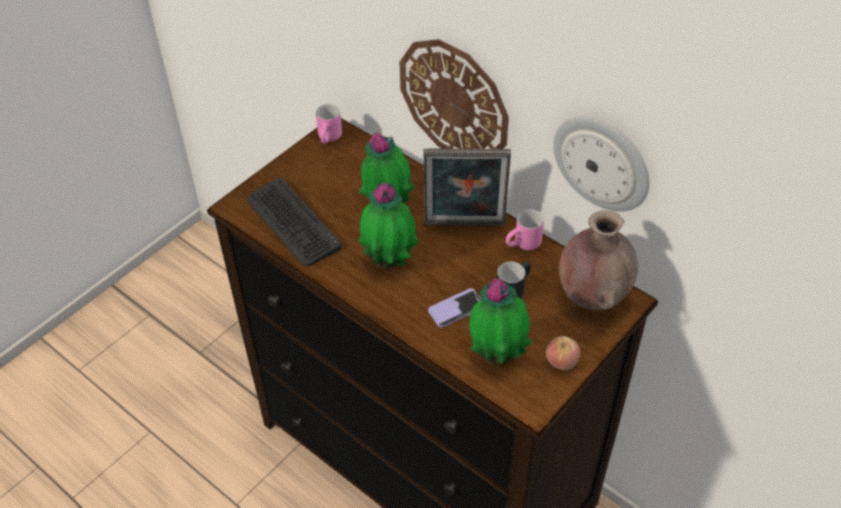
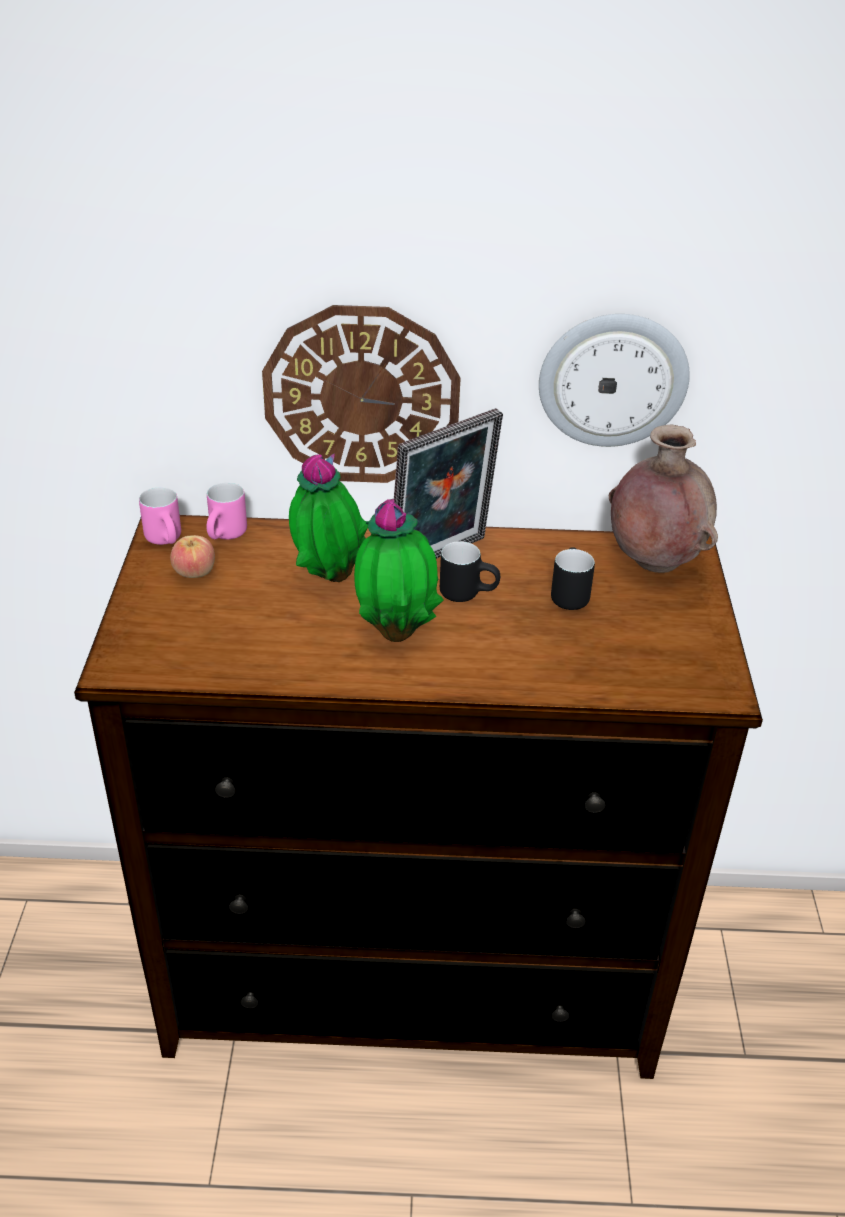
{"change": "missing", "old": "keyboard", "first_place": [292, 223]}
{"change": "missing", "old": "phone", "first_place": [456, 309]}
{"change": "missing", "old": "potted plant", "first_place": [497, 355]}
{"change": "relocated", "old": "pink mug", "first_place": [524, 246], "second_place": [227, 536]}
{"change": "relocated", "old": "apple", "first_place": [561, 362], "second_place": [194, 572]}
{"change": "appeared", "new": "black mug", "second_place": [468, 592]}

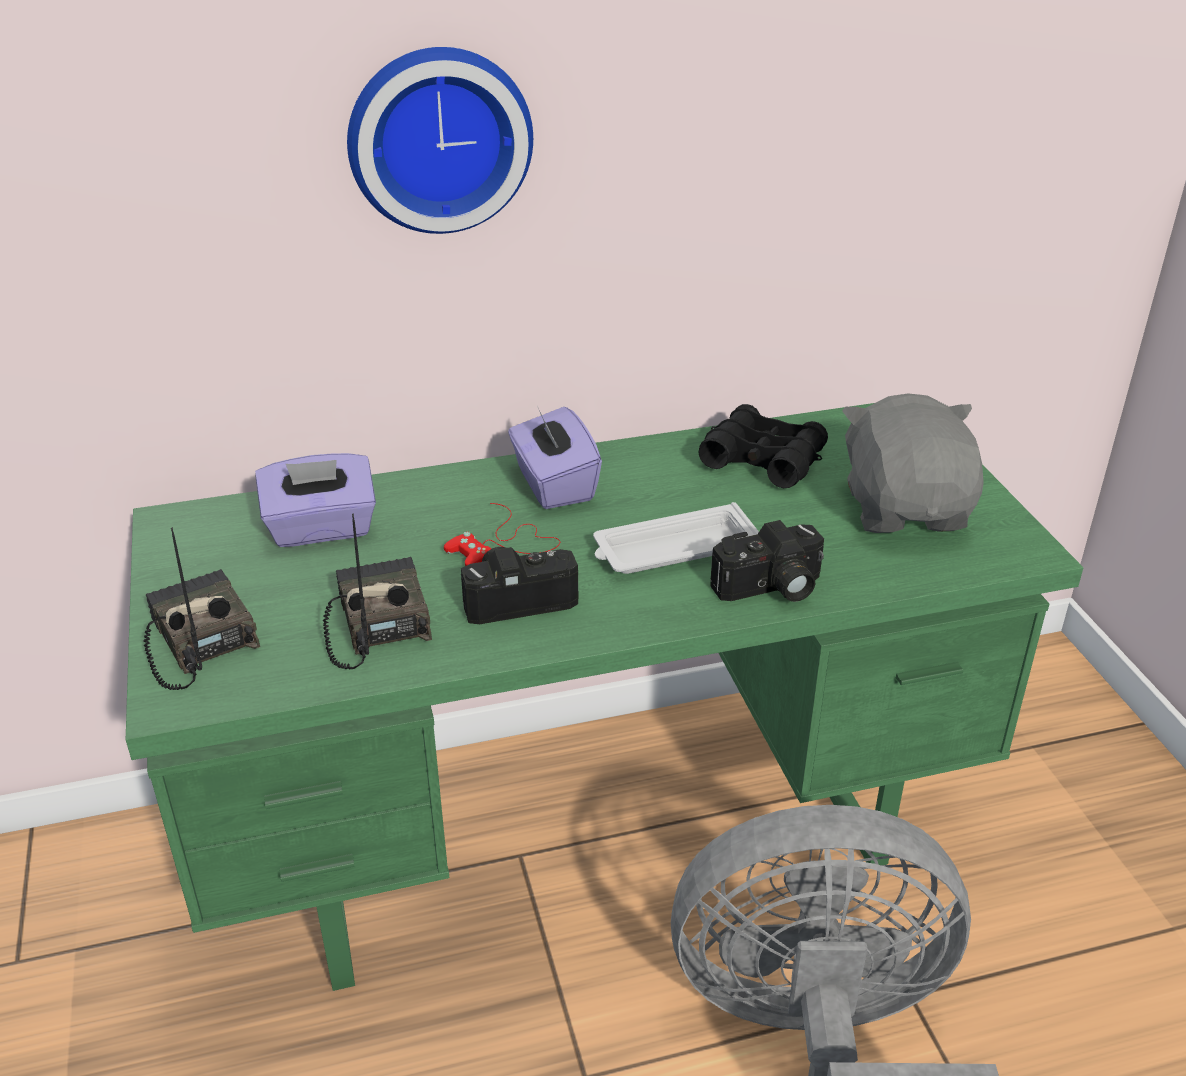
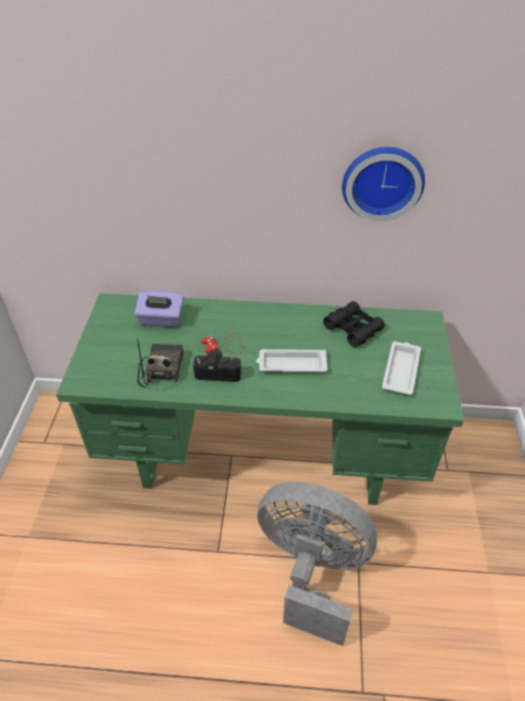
{"change": "missing", "old": "radio", "first_place": [197, 641]}
{"change": "relocated", "old": "wall clock", "first_place": [438, 138], "second_place": [382, 181]}
{"change": "missing", "old": "purple tissue box", "first_place": [553, 484]}
{"change": "missing", "old": "photo camera", "first_place": [770, 589]}
{"change": "exchanged", "old": "grey plush toy", "new": "white tray", "first_place": [906, 509], "second_place": [401, 370]}

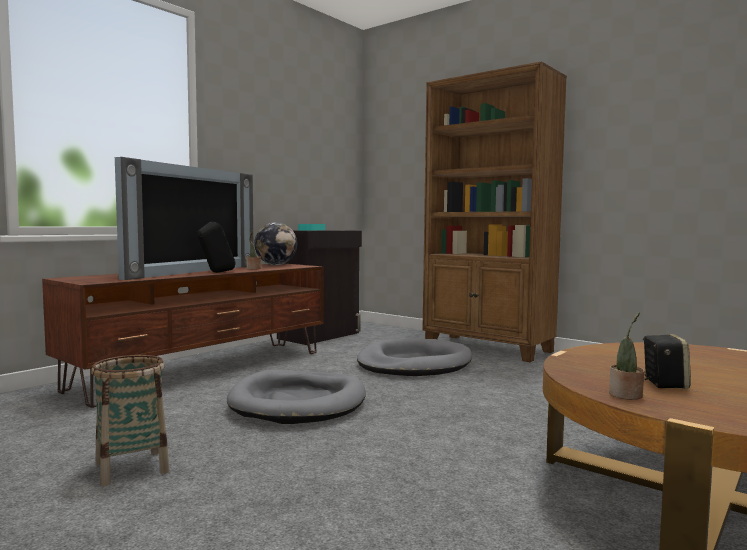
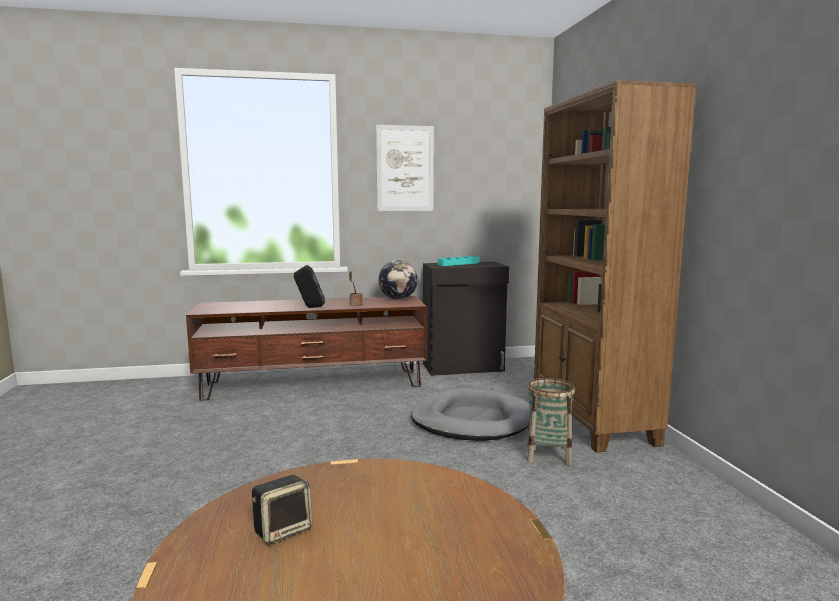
{"change": "relocated", "old": "basket", "first_place": [132, 467], "second_place": [548, 455]}
{"change": "missing", "old": "television", "first_place": [190, 271]}
{"change": "missing", "old": "grey dog bed", "first_place": [299, 402]}
{"change": "missing", "old": "potted plant", "first_place": [626, 395]}
{"change": "appeared", "new": "picture", "second_place": [405, 168]}

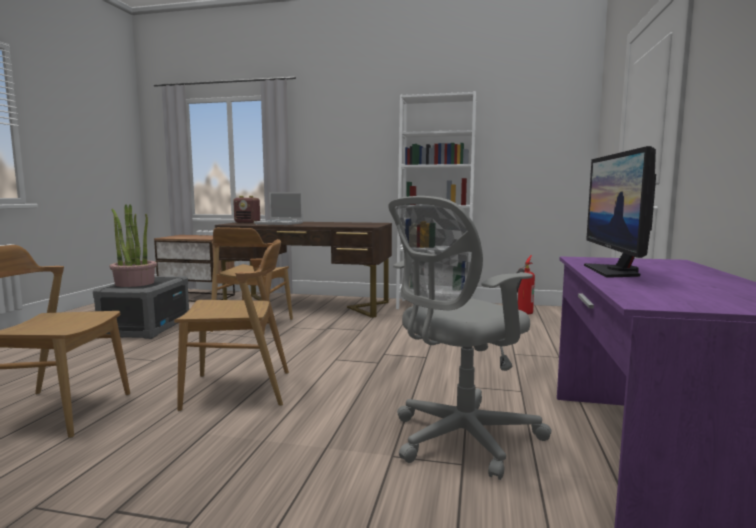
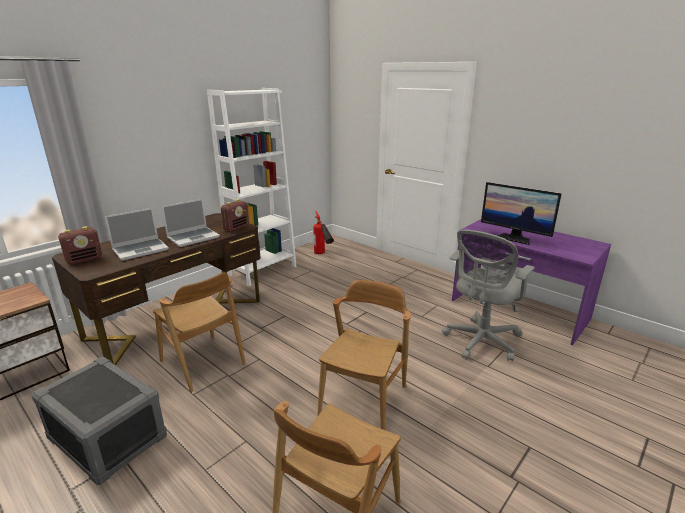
{"change": "missing", "old": "potted plant", "first_place": [134, 283]}
{"change": "spun", "old": "grey office chair", "first_place": [459, 439], "second_place": [480, 342], "degrees": 45}
{"change": "appeared", "new": "laptop", "second_place": [193, 237]}
{"change": "appeared", "new": "radio", "second_place": [236, 228]}

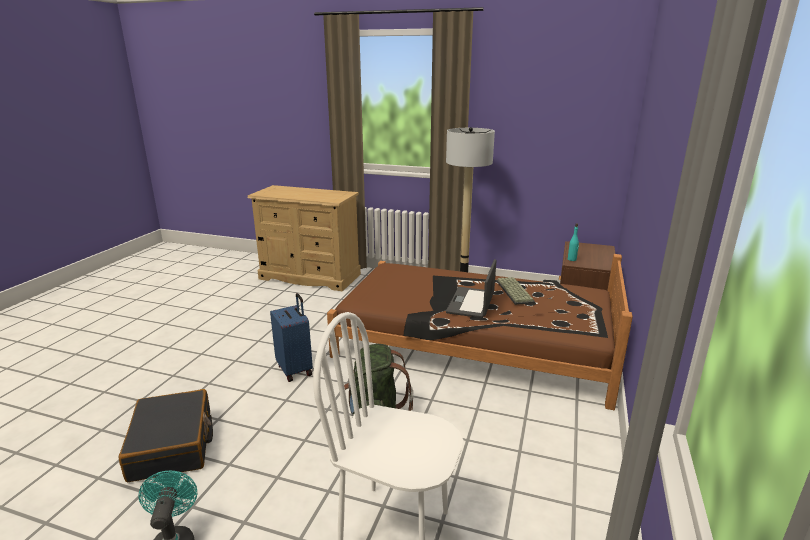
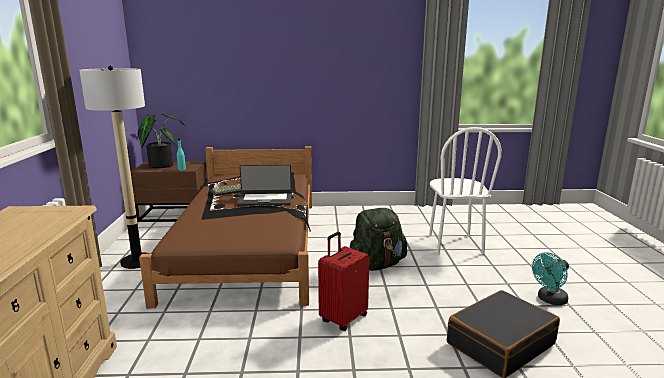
{"change": "colour", "old": "blue suitcase", "new": "red suitcase", "first_place": [295, 369], "second_place": [343, 318]}
{"change": "appeared", "new": "potted plant", "second_place": [161, 165]}

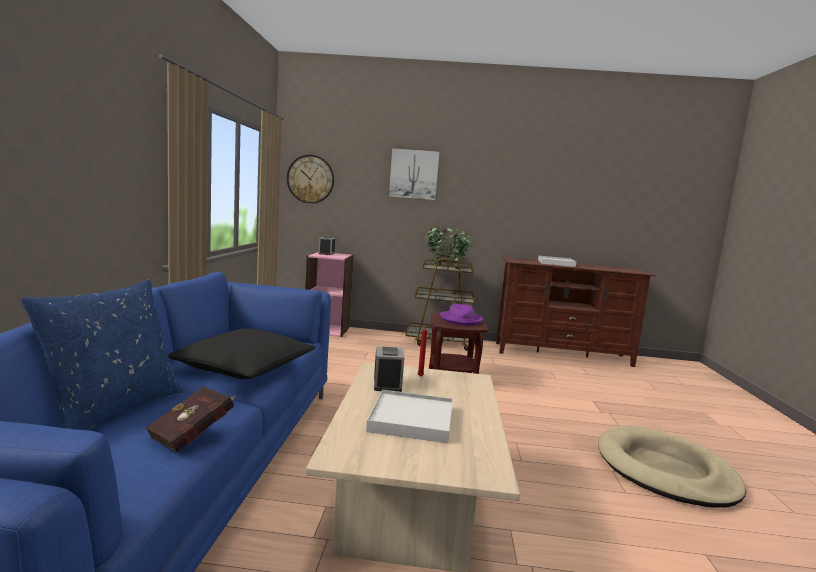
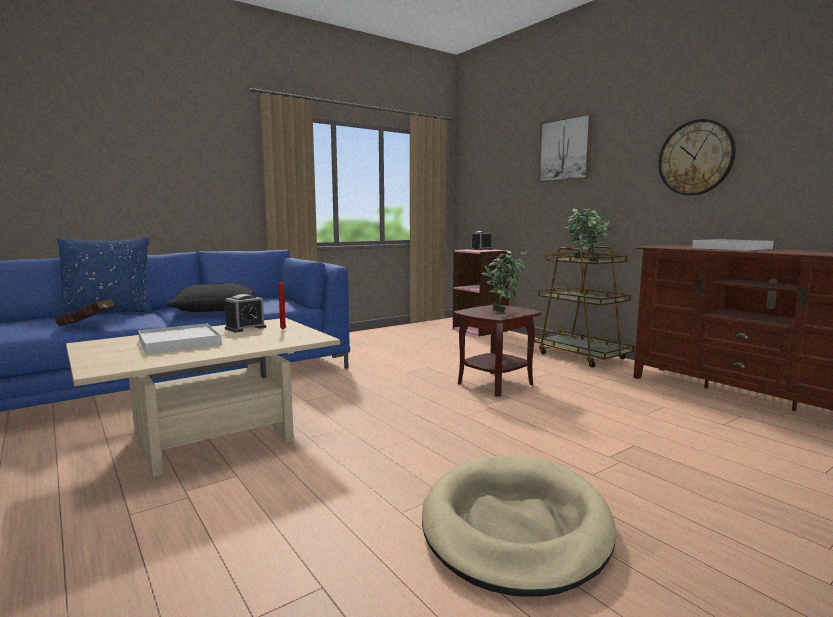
{"change": "relocated", "old": "wall clock", "first_place": [310, 179], "second_place": [695, 158]}
{"change": "exchanged", "old": "purple hat", "new": "potted plant", "first_place": [461, 320], "second_place": [503, 311]}

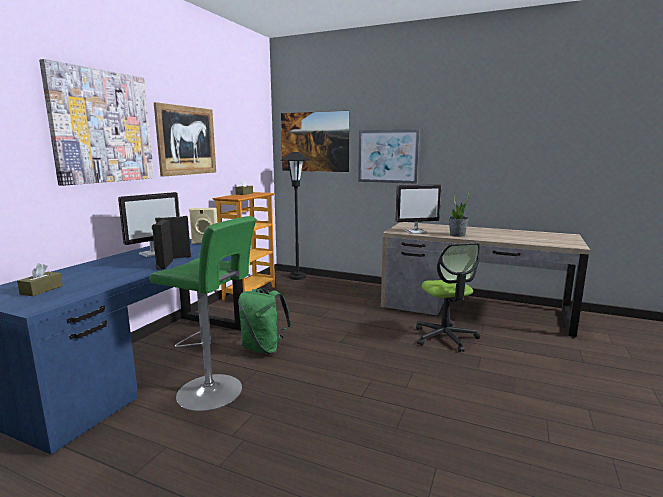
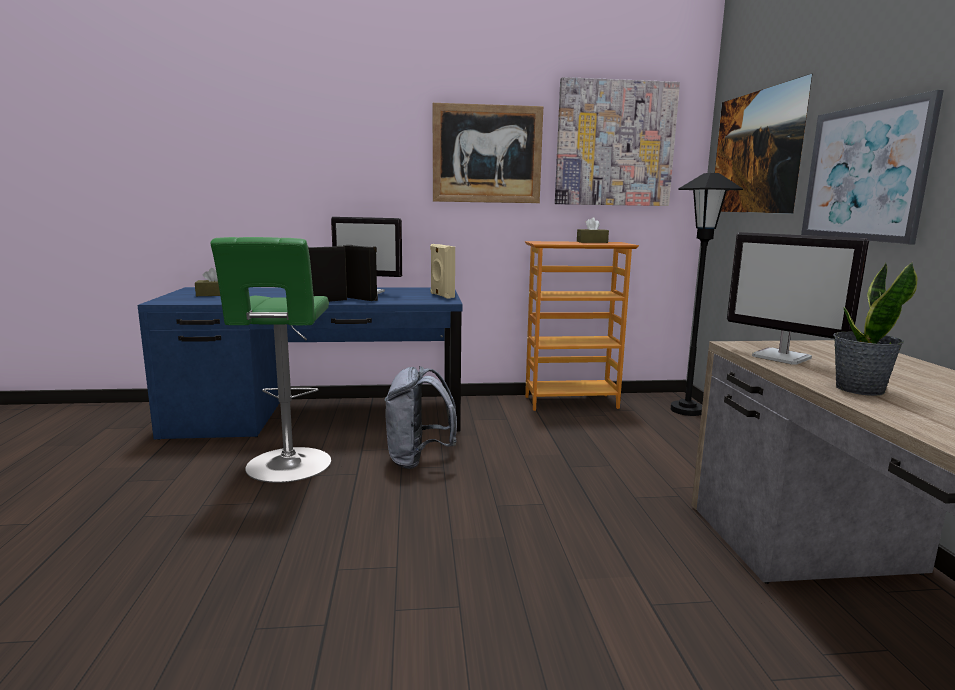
{"change": "relocated", "old": "picture", "first_place": [102, 127], "second_place": [614, 144]}
{"change": "colour", "old": "green backpack", "new": "grey backpack", "first_place": [264, 348], "second_place": [418, 460]}
{"change": "missing", "old": "office chair", "first_place": [445, 337]}

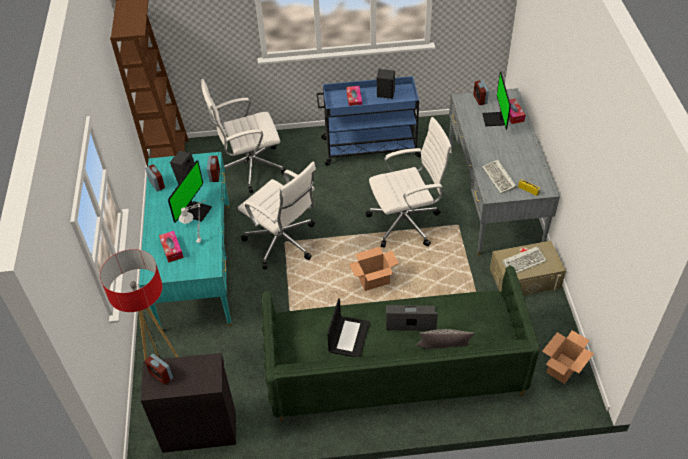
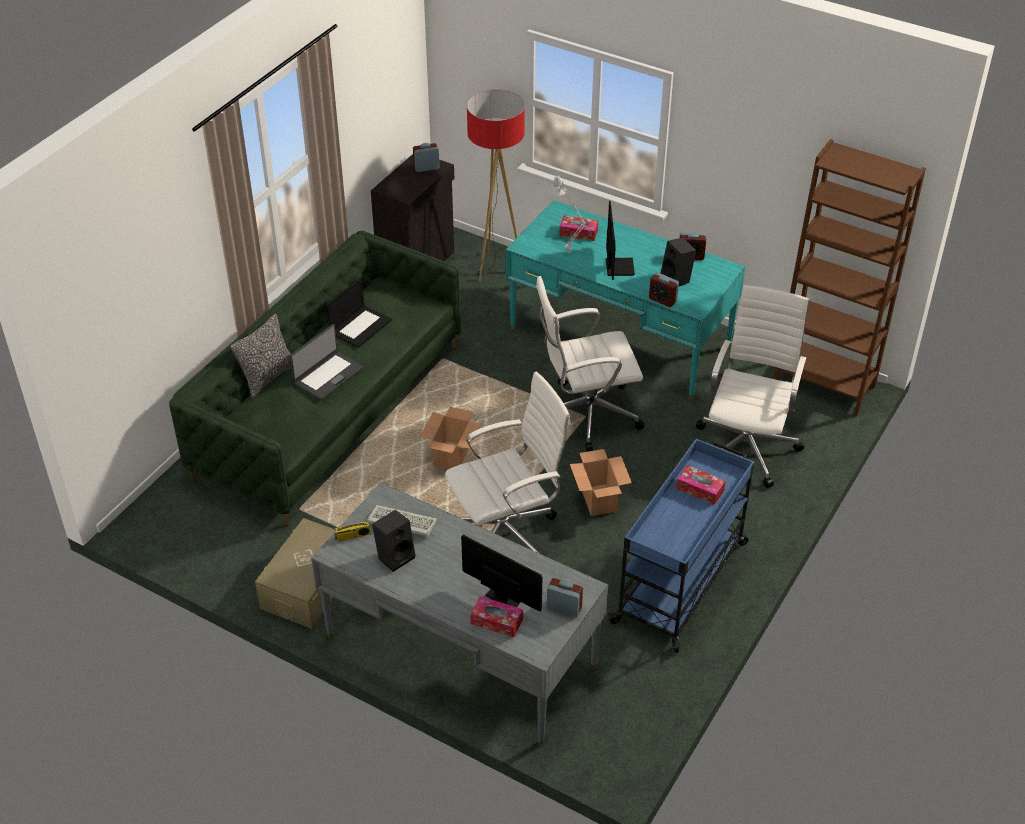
{"change": "spun", "old": "monitor", "first_place": [196, 211], "second_place": [618, 267], "degrees": -150}
{"change": "spun", "old": "laptop", "first_place": [349, 336], "second_place": [360, 326], "degrees": -105}
{"change": "spun", "old": "white office chair", "first_place": [406, 222], "second_place": [506, 535], "degrees": -135}
{"change": "relocated", "old": "black speaker", "first_place": [385, 95], "second_place": [395, 556]}
{"change": "missing", "old": "keyboard", "first_place": [524, 261]}
{"change": "relocated", "old": "cardboard box", "first_place": [562, 369], "second_place": [598, 500]}

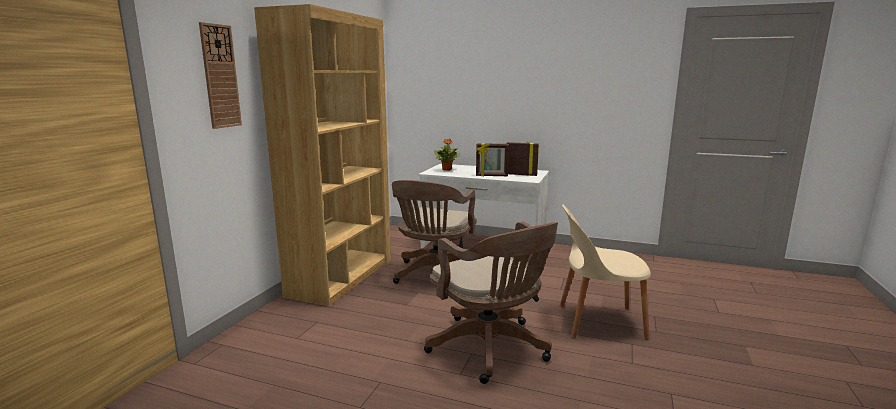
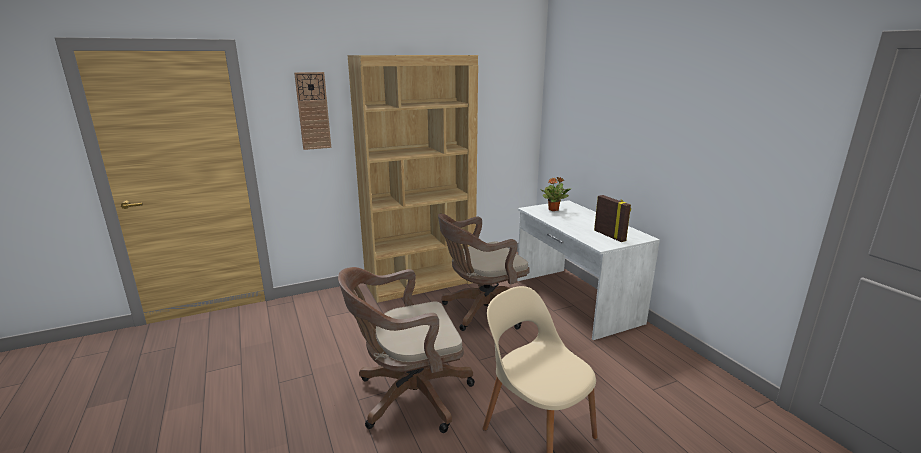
{"change": "spun", "old": "brown office chair", "first_place": [491, 349], "second_place": [408, 396], "degrees": 60}
{"change": "missing", "old": "picture frame", "first_place": [491, 176]}

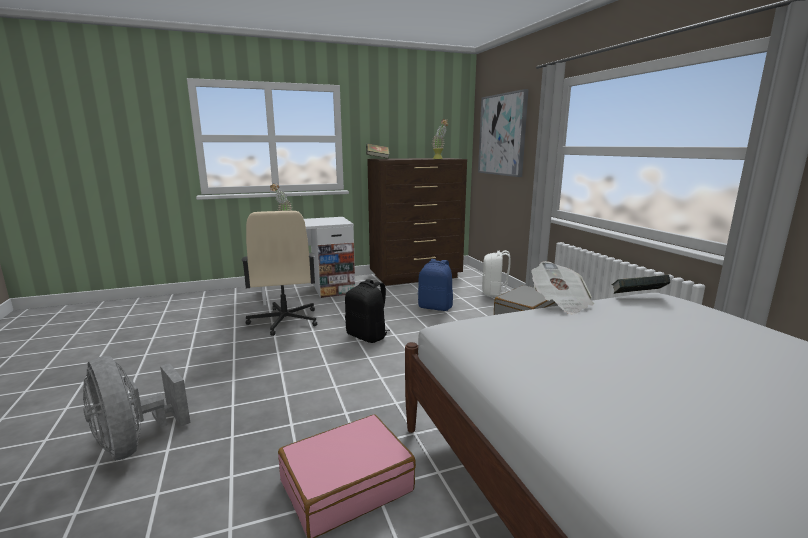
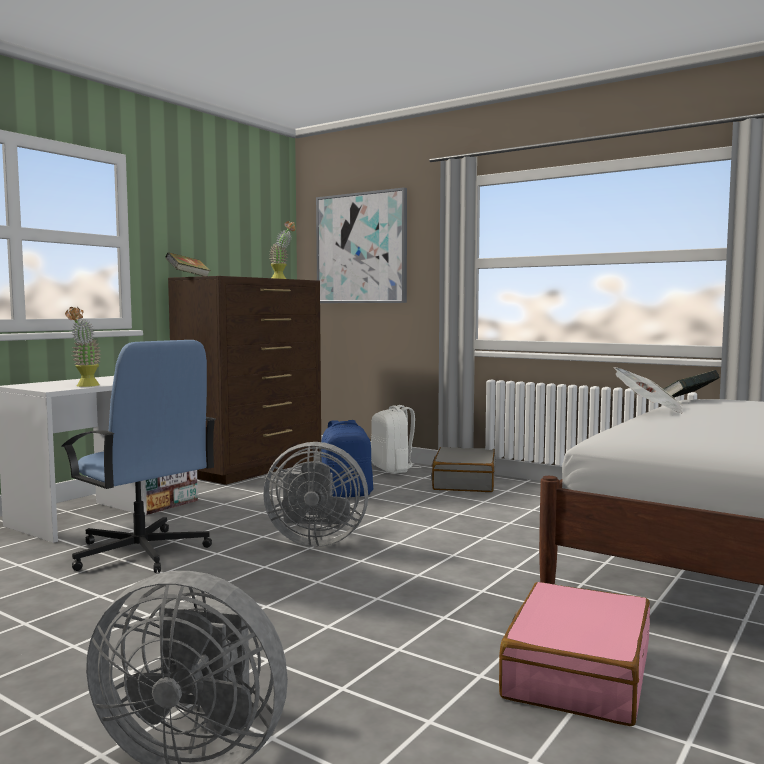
{"change": "colour", "old": "beige office chair", "new": "blue office chair", "first_place": [284, 321], "second_place": [140, 553]}
{"change": "exchanged", "old": "black backpack", "new": "grey fan", "first_place": [367, 336], "second_place": [315, 541]}

